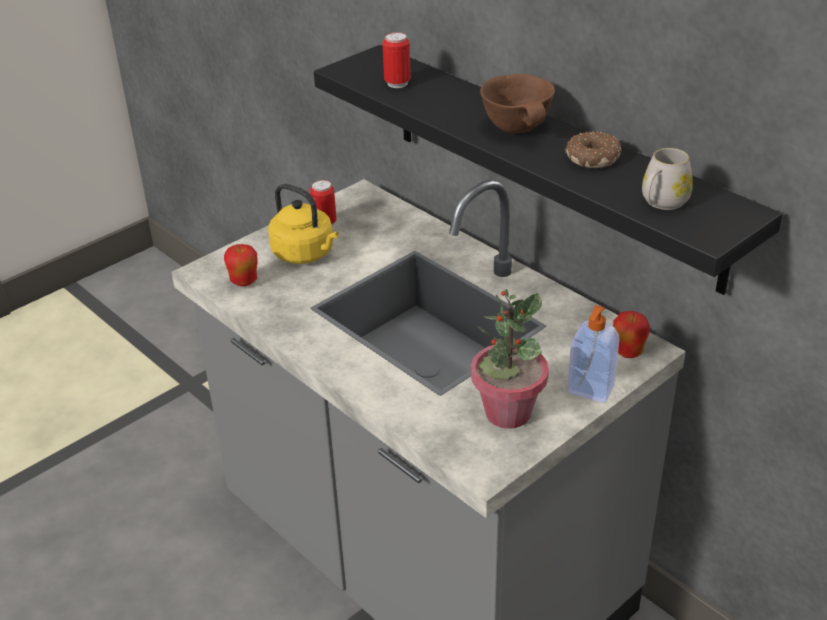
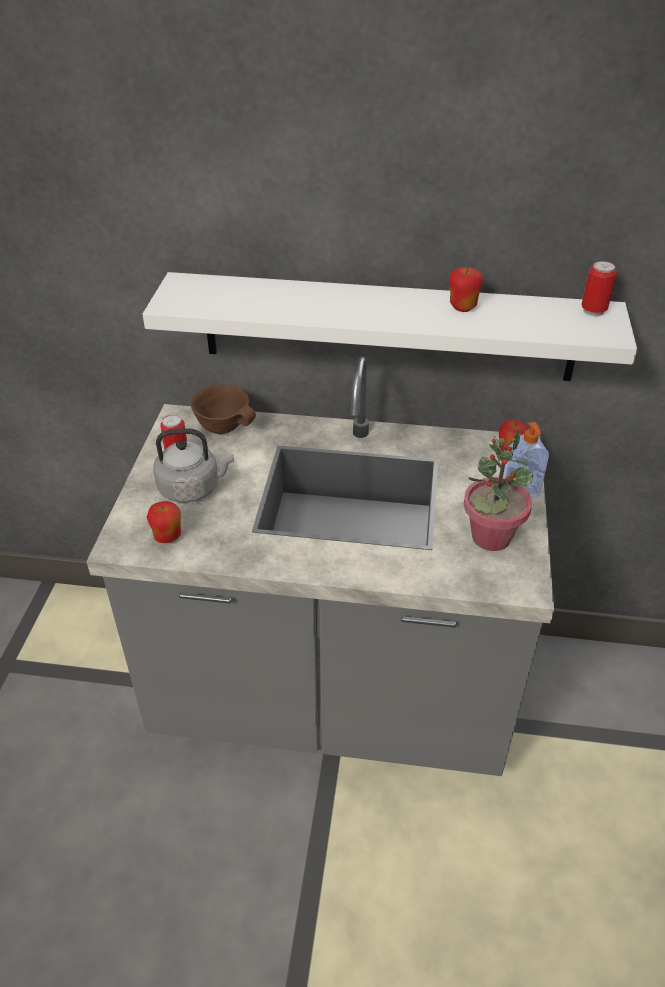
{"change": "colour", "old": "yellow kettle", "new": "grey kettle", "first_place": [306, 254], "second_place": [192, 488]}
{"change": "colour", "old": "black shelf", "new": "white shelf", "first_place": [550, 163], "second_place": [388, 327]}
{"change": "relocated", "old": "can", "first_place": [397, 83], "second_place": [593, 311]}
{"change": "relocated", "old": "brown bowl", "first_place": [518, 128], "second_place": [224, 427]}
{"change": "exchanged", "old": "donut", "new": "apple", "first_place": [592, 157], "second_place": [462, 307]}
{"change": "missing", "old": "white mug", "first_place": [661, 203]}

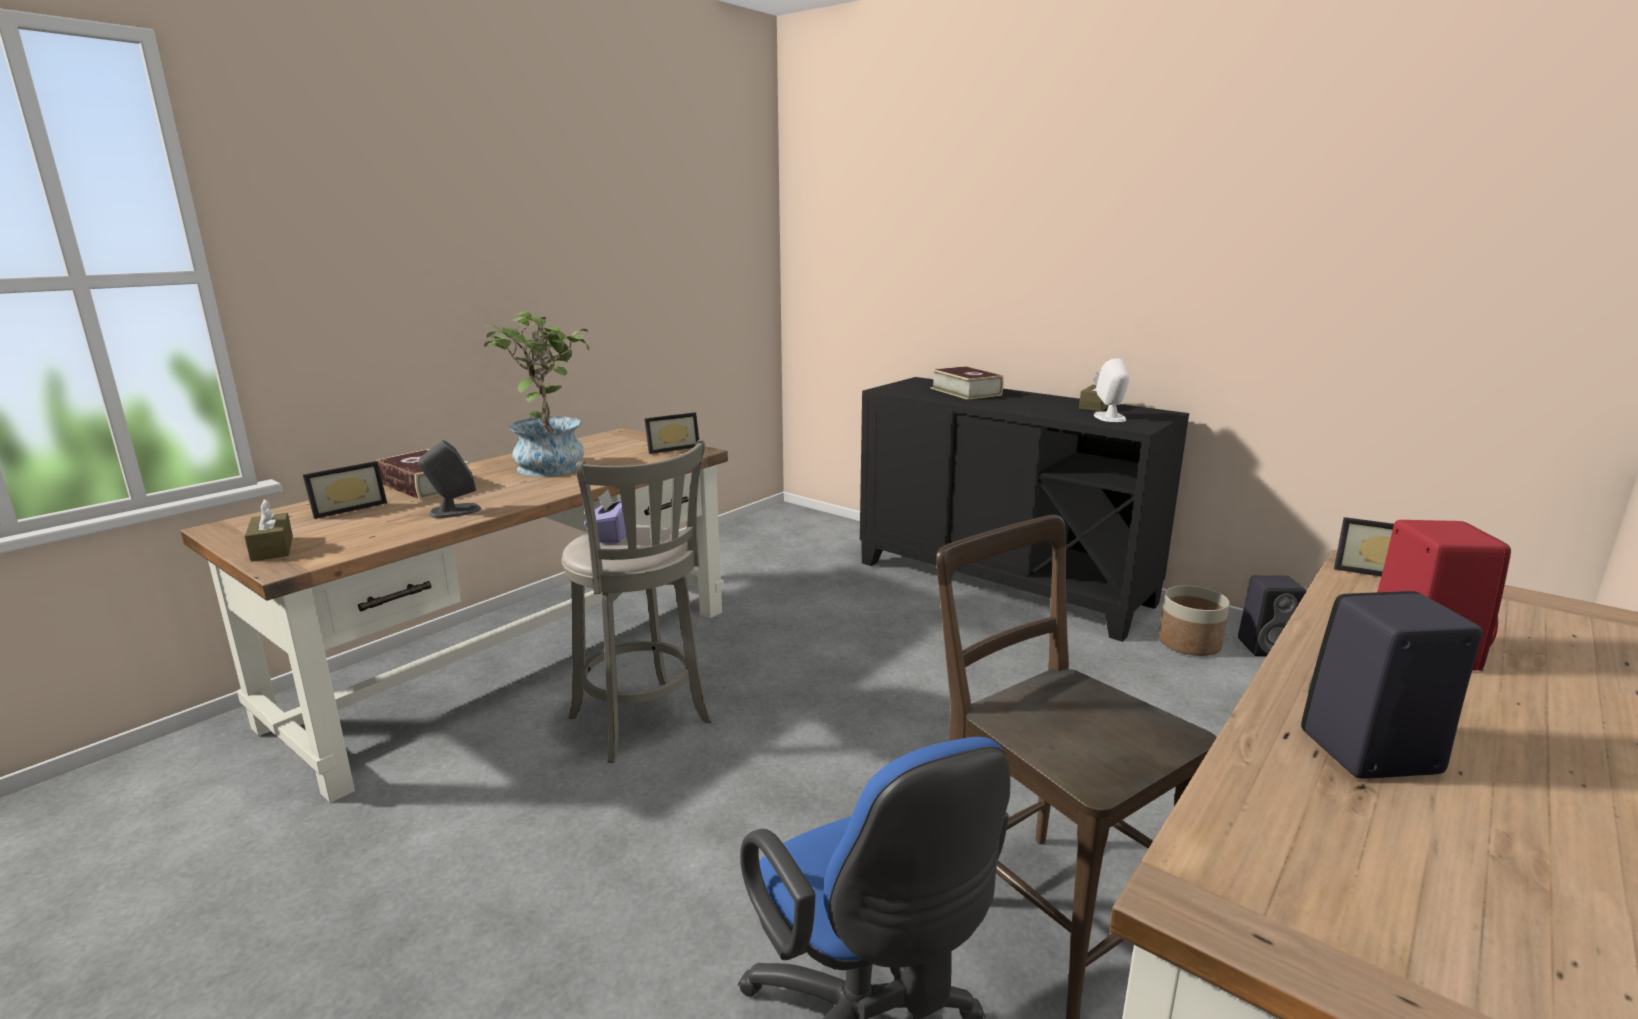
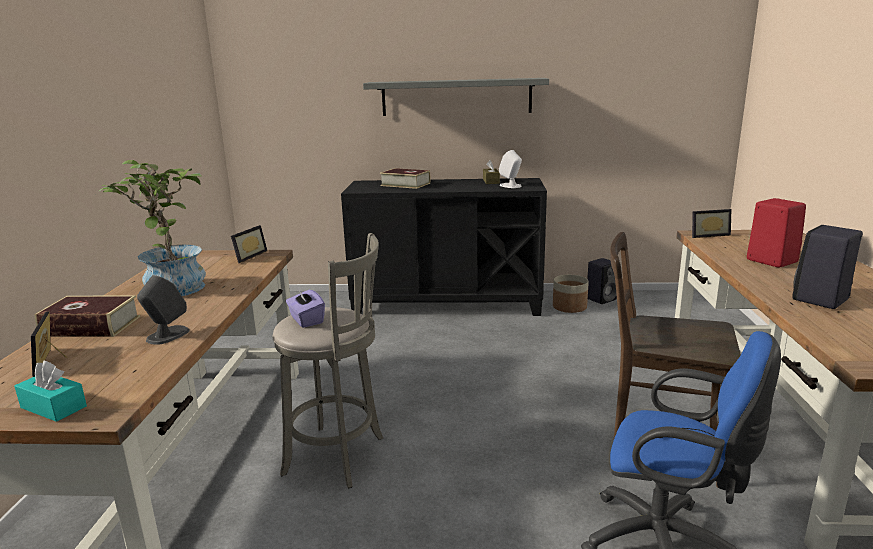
{"change": "colour", "old": "brown tissue box", "new": "turquoise tissue box", "first_place": [272, 548], "second_place": [53, 407]}
{"change": "spun", "old": "picture frame", "first_place": [347, 508], "second_place": [54, 360], "degrees": 150}
{"change": "appeared", "new": "grey shelf", "second_place": [456, 97]}

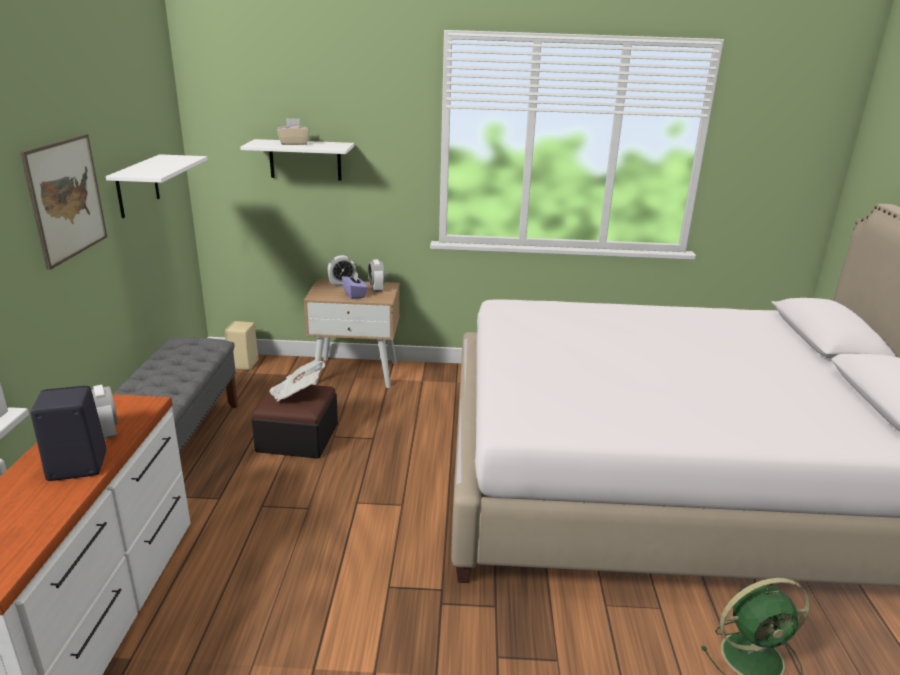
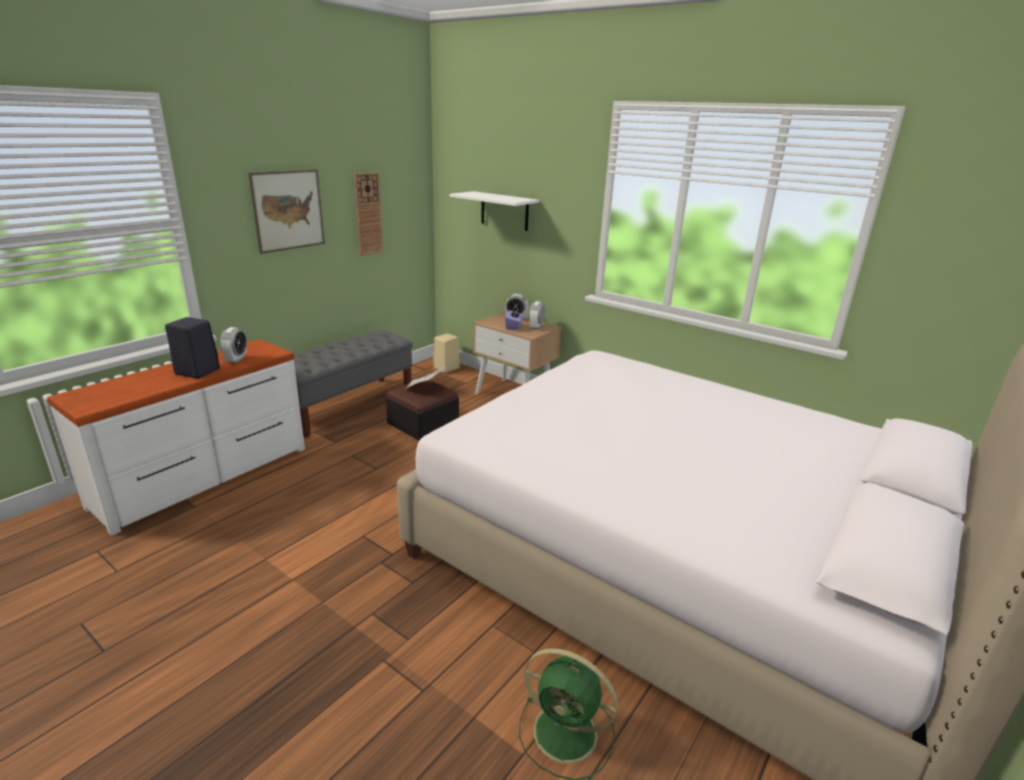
{"change": "exchanged", "old": "white shelf", "new": "wall clock", "first_place": [137, 186], "second_place": [368, 214]}
{"change": "missing", "old": "beige tissue box", "first_place": [294, 143]}

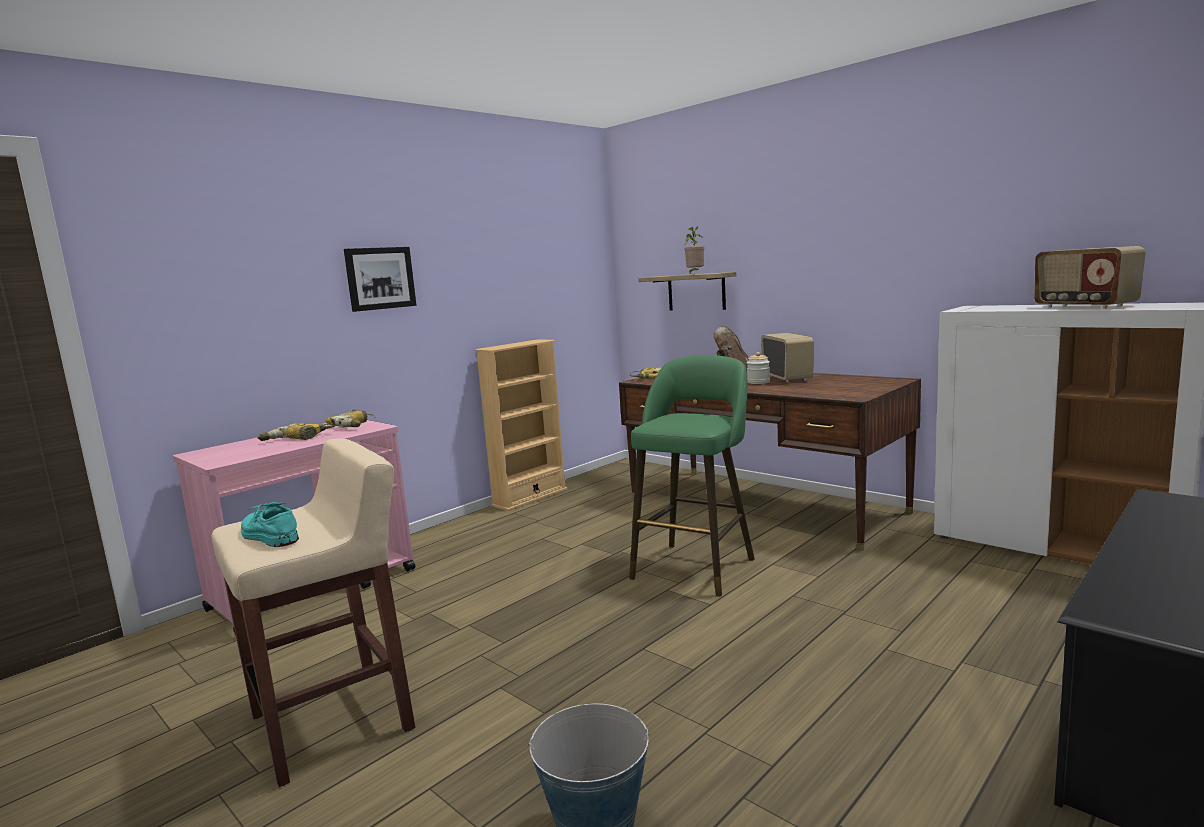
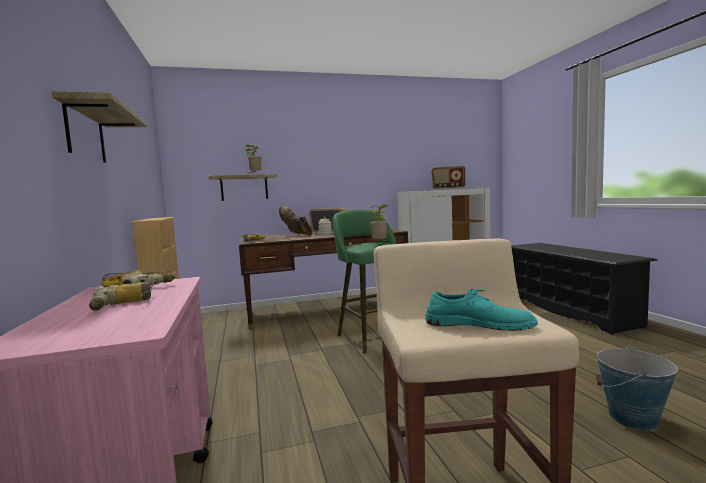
{"change": "spun", "old": "turquoise shoe", "first_place": [268, 535], "second_place": [478, 324], "degrees": -150}
{"change": "exchanged", "old": "picture", "new": "shelf", "first_place": [380, 278], "second_place": [85, 133]}
{"change": "appeared", "new": "potted plant", "second_place": [380, 244]}

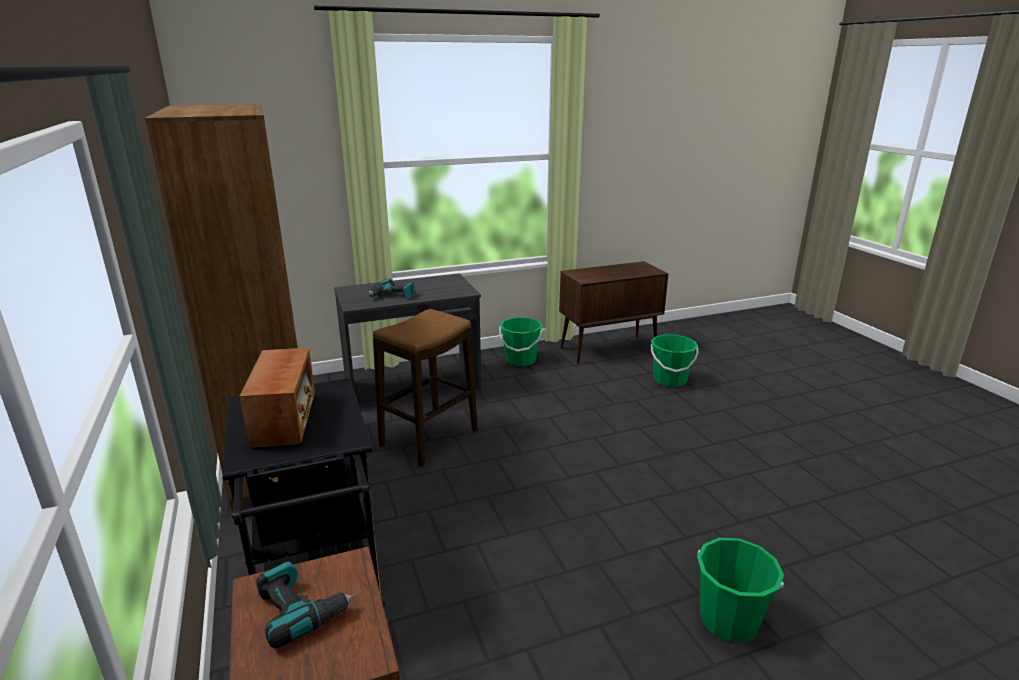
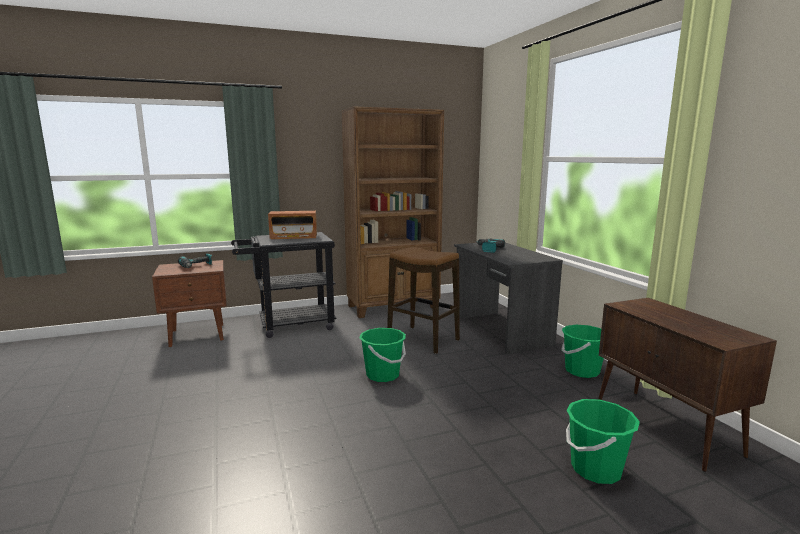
{"change": "relocated", "old": "green bucket", "first_place": [729, 620], "second_place": [383, 375]}

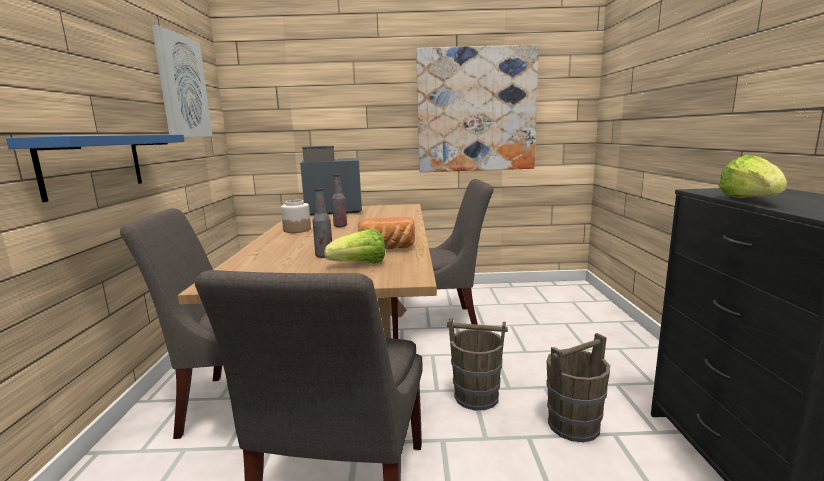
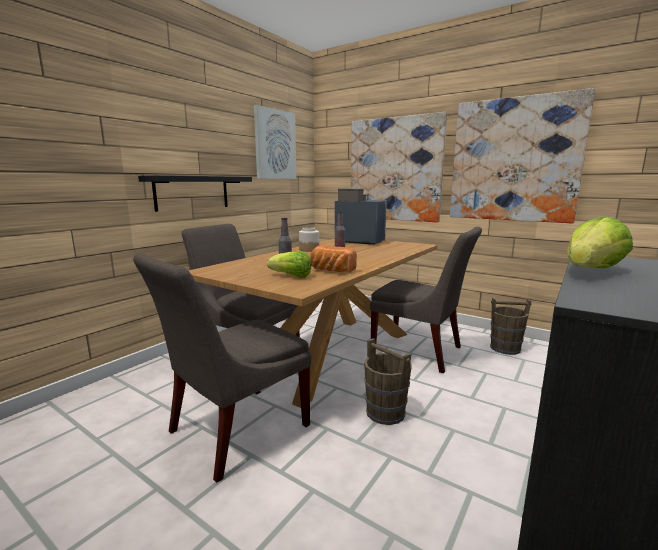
{"change": "colour", "old": "blue shelf", "new": "black shelf", "first_place": [93, 164], "second_place": [192, 192]}
{"change": "relocated", "old": "brown bucket", "first_place": [574, 425], "second_place": [505, 348]}
{"change": "appeared", "new": "picture", "second_place": [394, 170]}

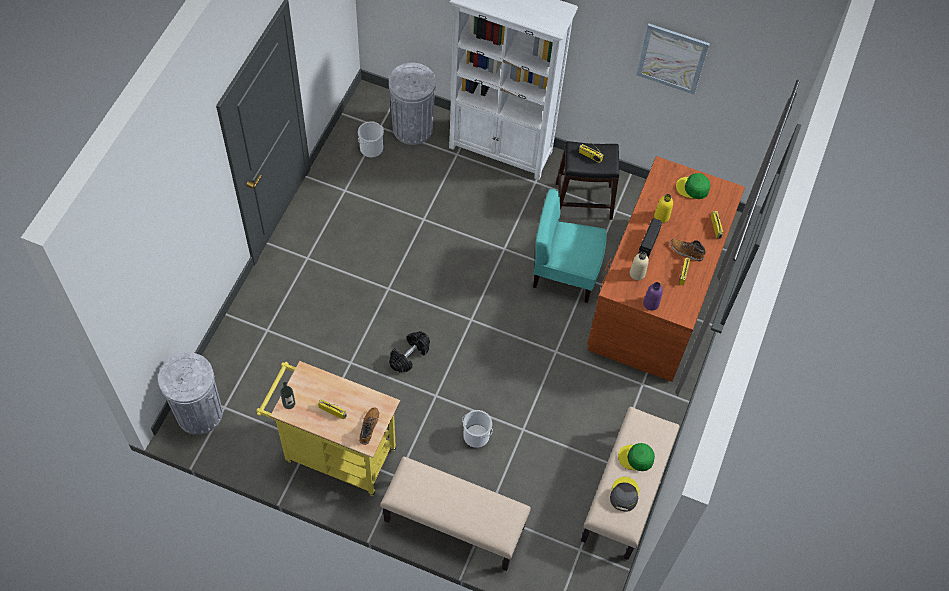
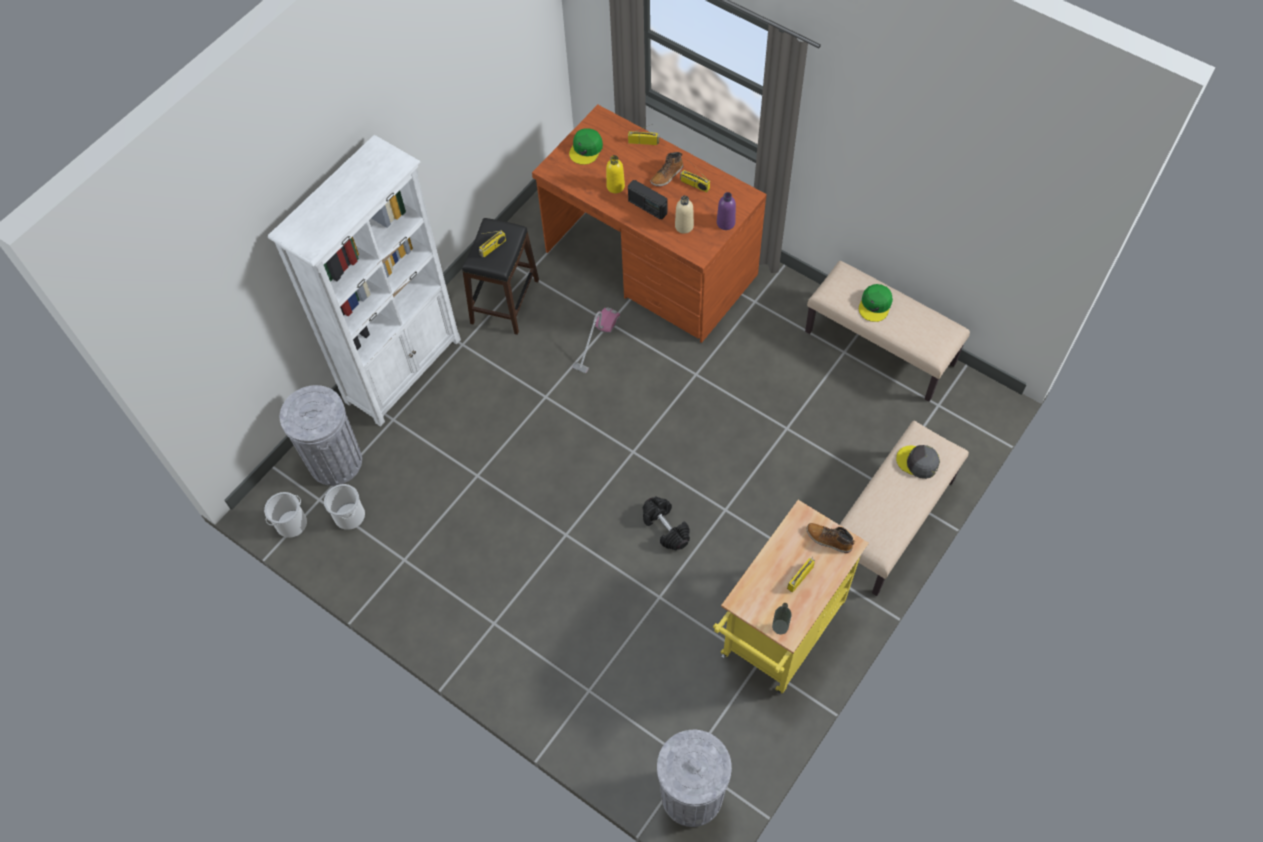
{"change": "relocated", "old": "bucket", "first_place": [476, 436], "second_place": [291, 524]}
{"change": "exchanged", "old": "turquoise chair", "new": "vacuum cleaner", "first_place": [565, 273], "second_place": [596, 342]}
{"change": "relocated", "old": "grey cap", "first_place": [624, 494], "second_place": [917, 462]}
{"change": "missing", "old": "picture", "first_place": [672, 58]}

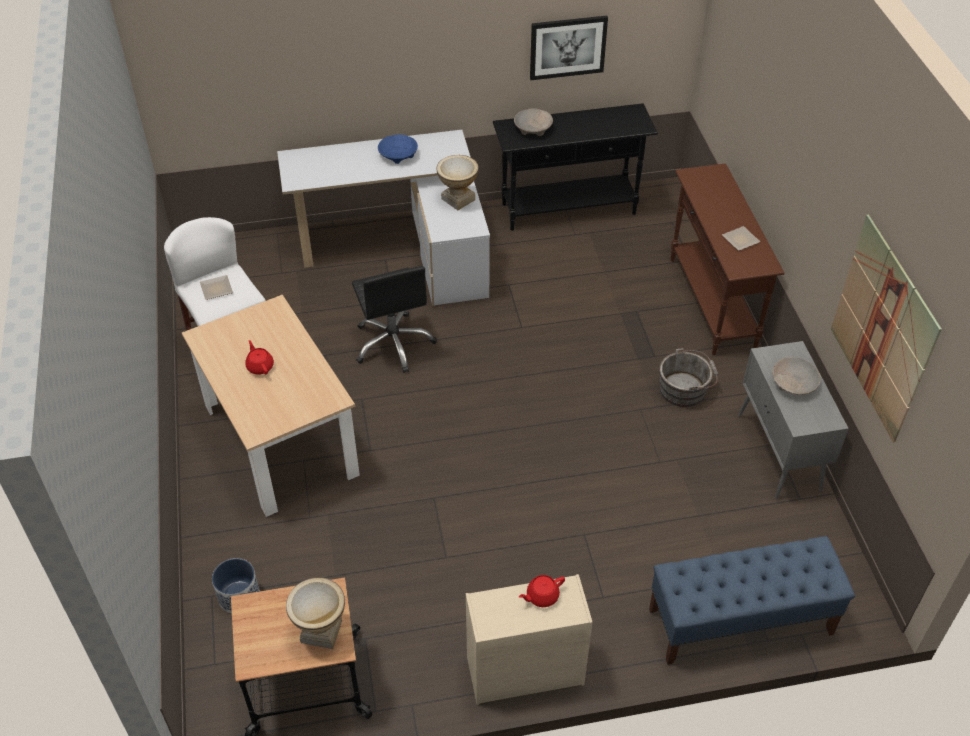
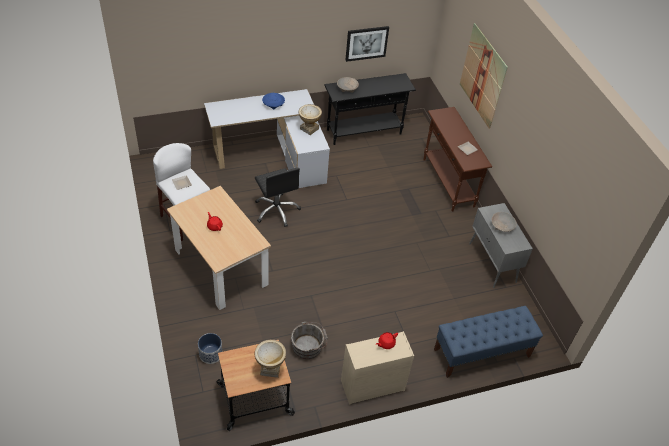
{"change": "relocated", "old": "grey bucket", "first_place": [685, 389], "second_place": [308, 346]}
{"change": "relocated", "old": "picture", "first_place": [882, 328], "second_place": [482, 76]}

